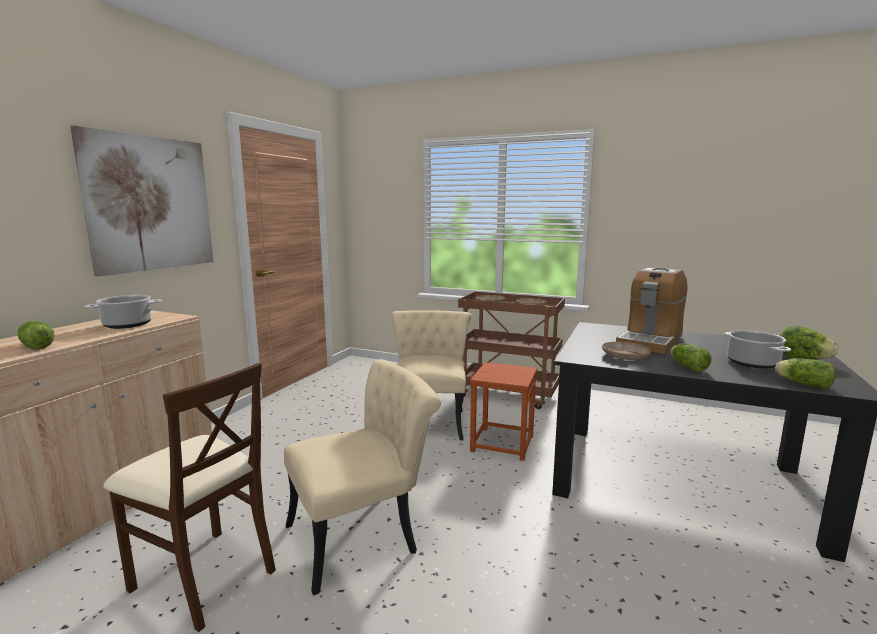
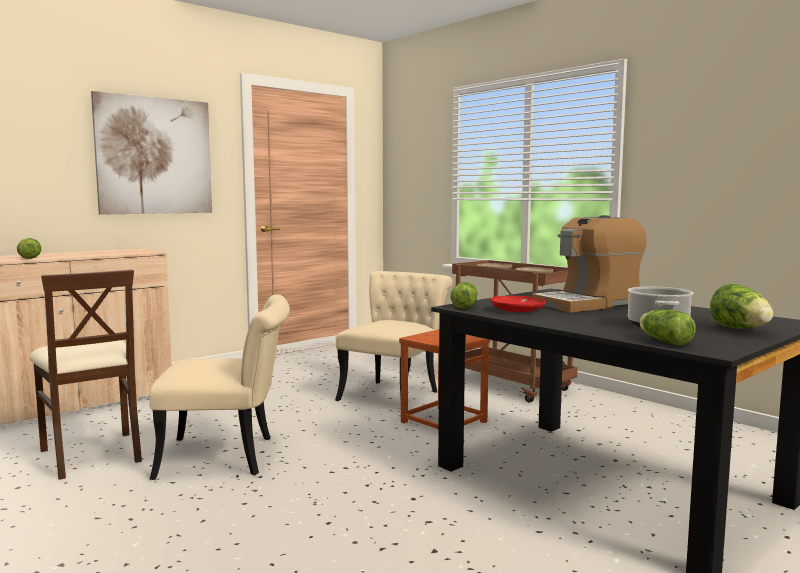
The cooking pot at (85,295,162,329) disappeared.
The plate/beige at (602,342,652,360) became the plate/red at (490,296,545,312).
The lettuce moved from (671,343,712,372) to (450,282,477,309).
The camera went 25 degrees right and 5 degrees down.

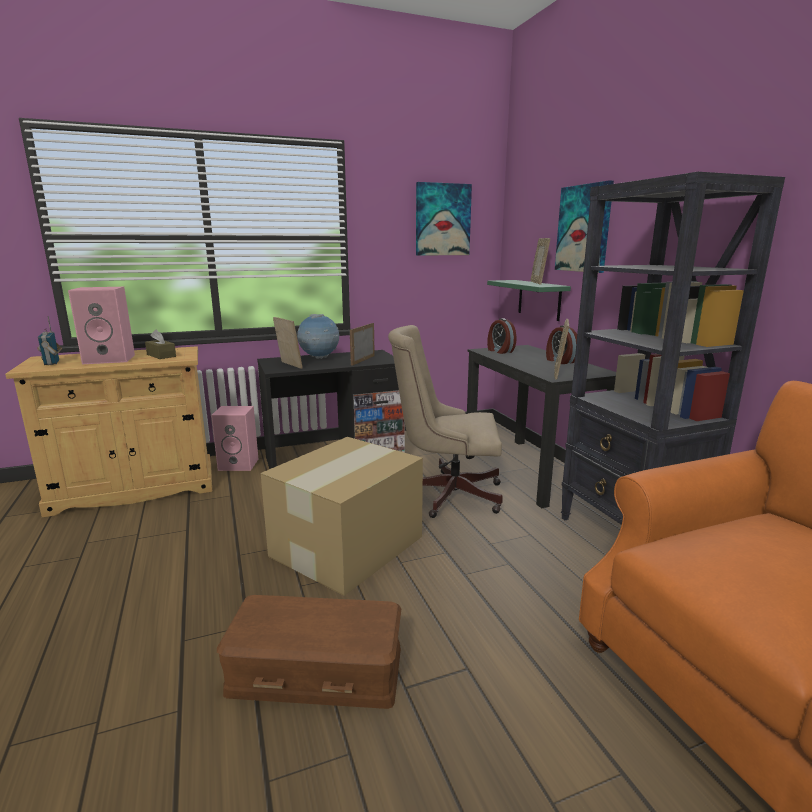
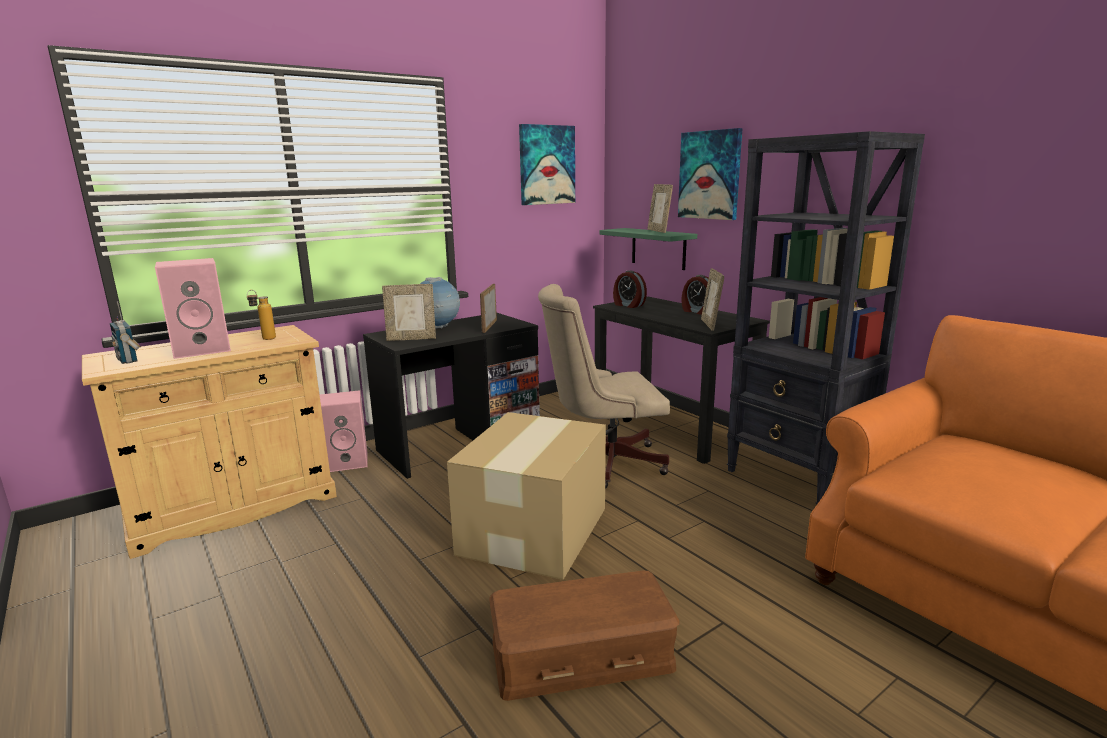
The tissue box/brown at (145,329,176,359) was replaced by the bottle at (247,290,276,340).
The picture frame at (273,317,302,369) turned 135 degrees clockwise.
The camera went 15 degrees left and 0 degrees up.

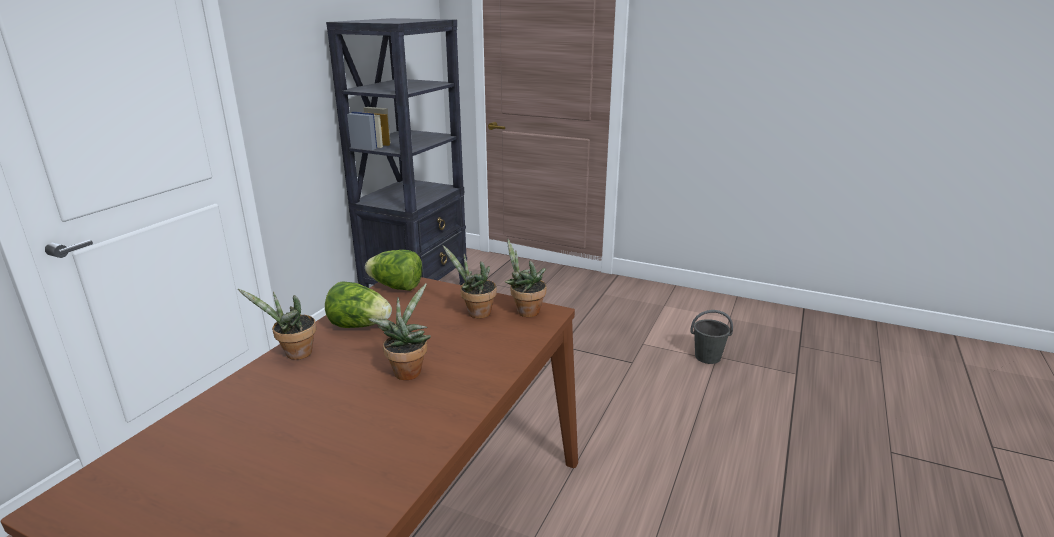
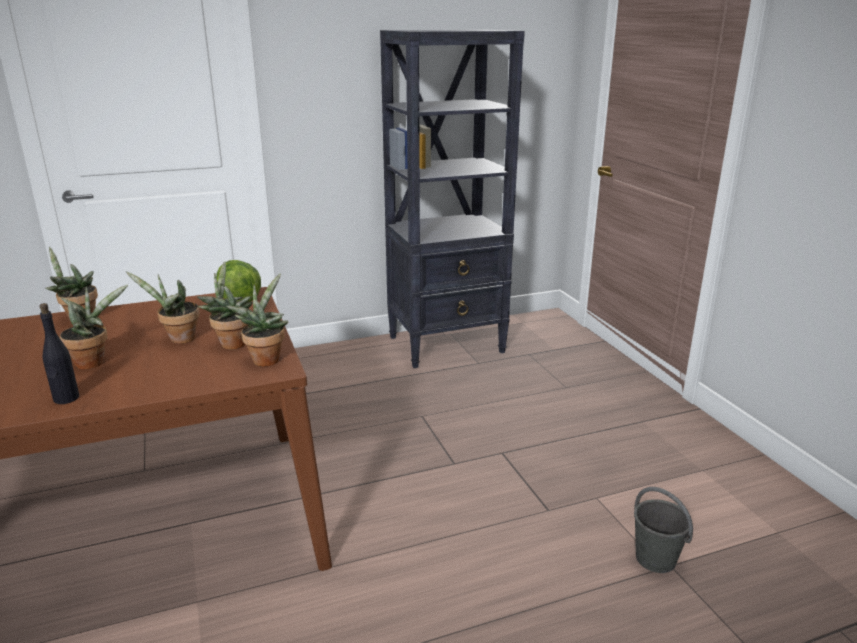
The lettuce at (325,281,392,328) disappeared.
The bottle/black at (39,303,79,404) appeared.
The potted plant at (126,271,200,344) appeared.
The camera went 45 degrees right and 0 degrees up.

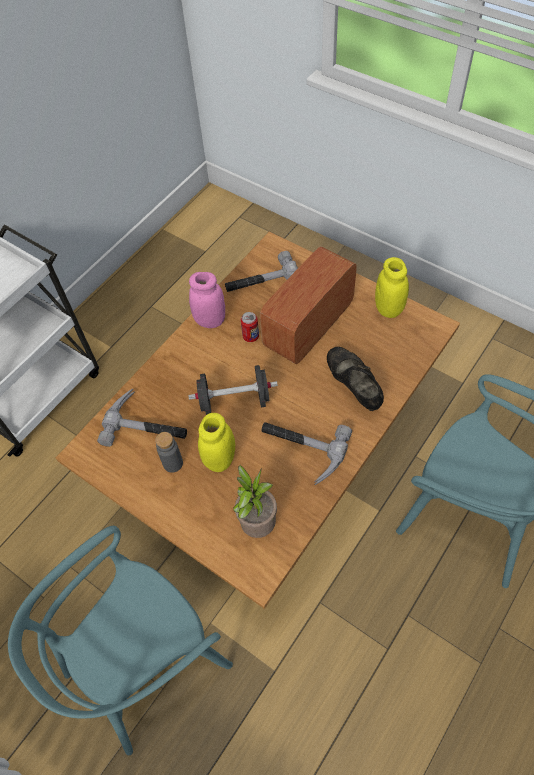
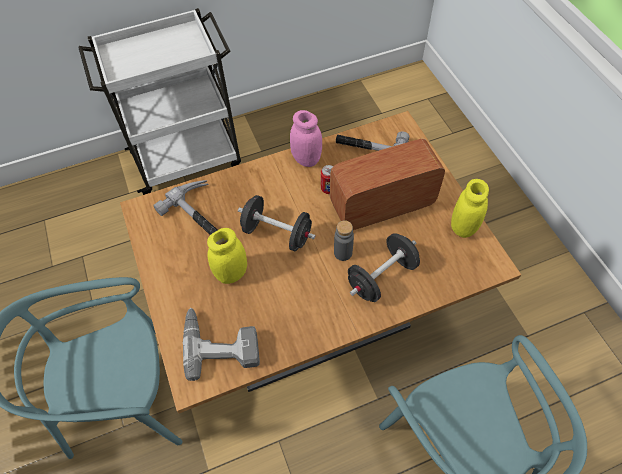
The bottle/grey moved from (155,432,183,473) to (334,220,354,261).
The potted plant at (233,465,277,538) was replaced by the power drill at (183,308,260,381).
The hammer at (261,422,352,485) disappeared.
The shoe/black at (327,347,384,411) was replaced by the dumbbell/black at (348,233,420,302).
The camera went 30 degrees right and 0 degrees up.

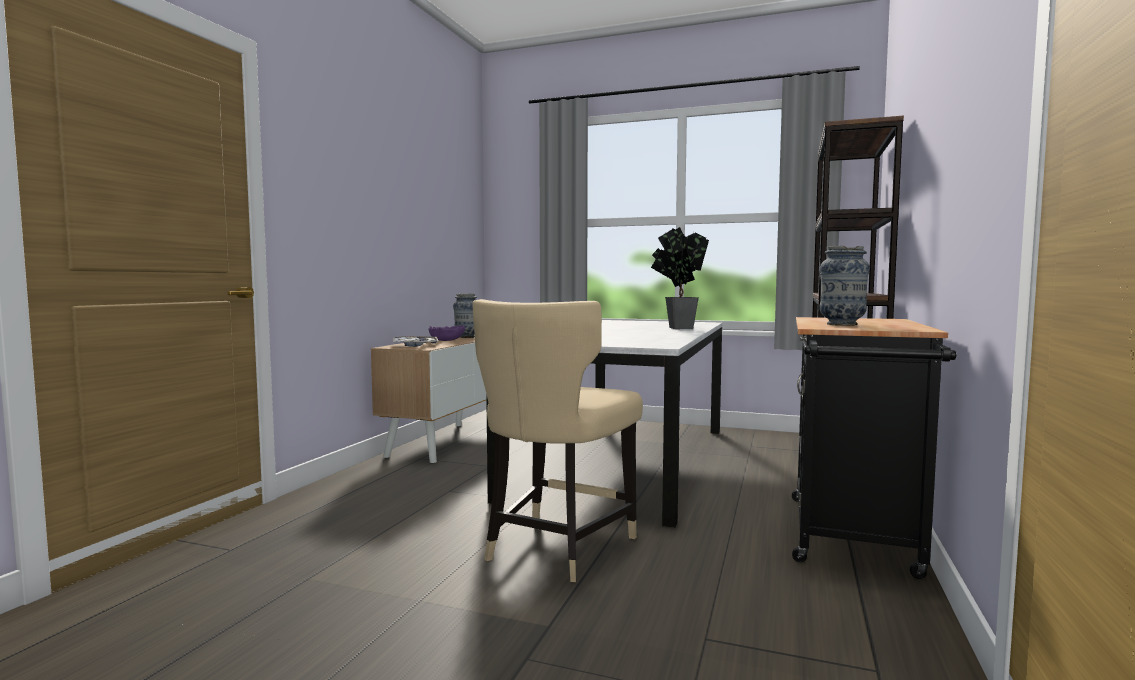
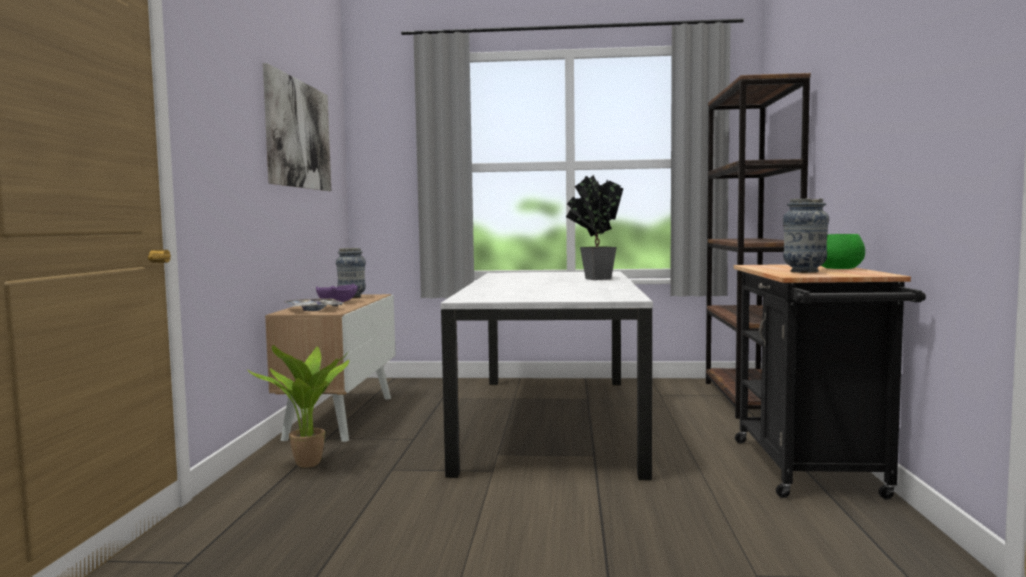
The chair/beige at (472,299,643,582) disappeared.
The potted plant at (247,345,349,468) appeared.
The picture at (263,63,331,191) appeared.
The bowl/green at (821,234,865,269) appeared.
The camera went 15 degrees left and 0 degrees up.

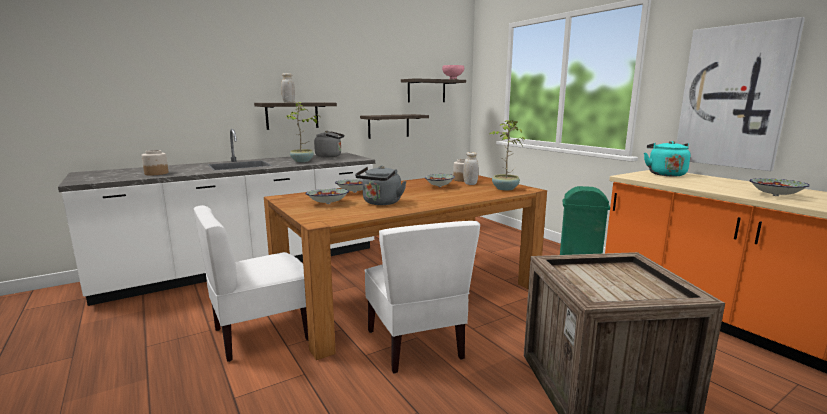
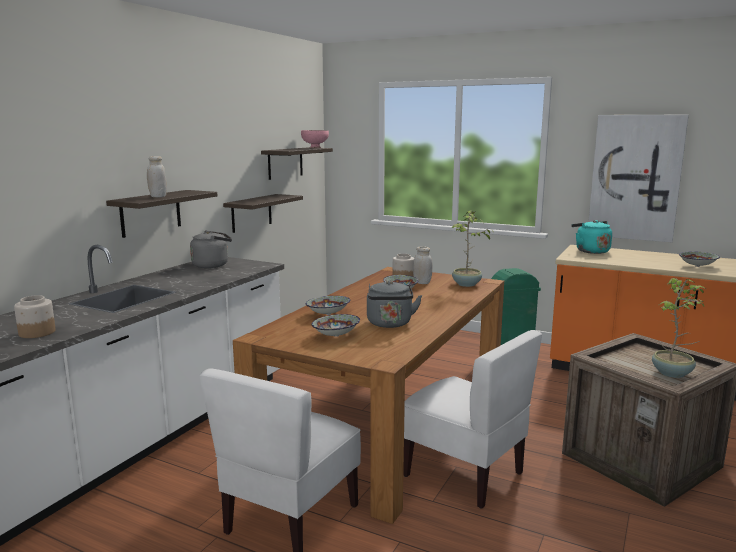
The potted plant moved from (287,102,319,162) to (652,278,707,378).
The camera went 30 degrees left and 0 degrees up.

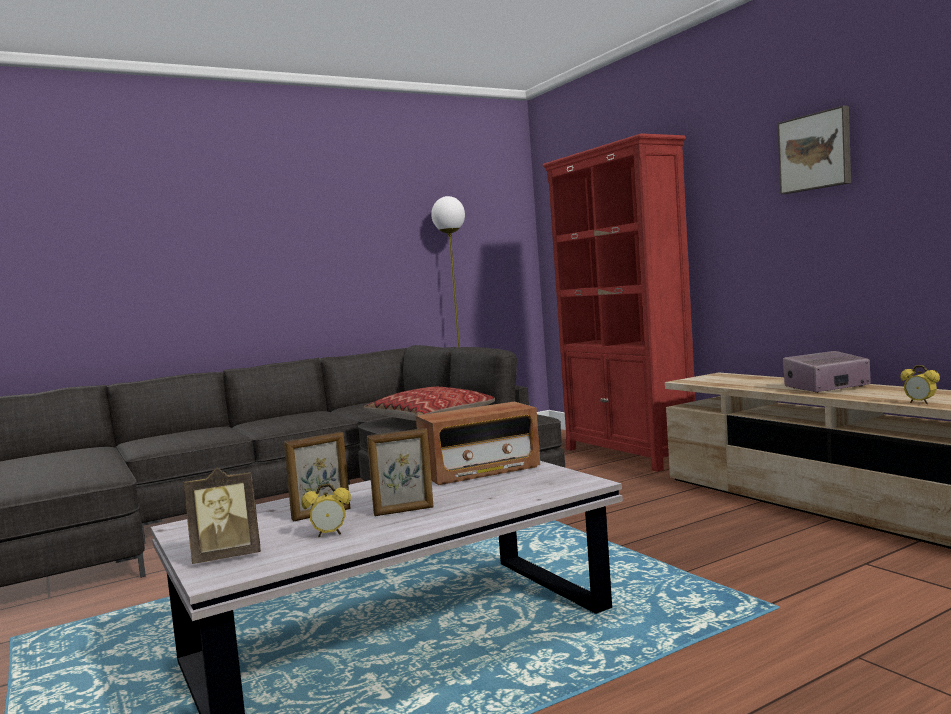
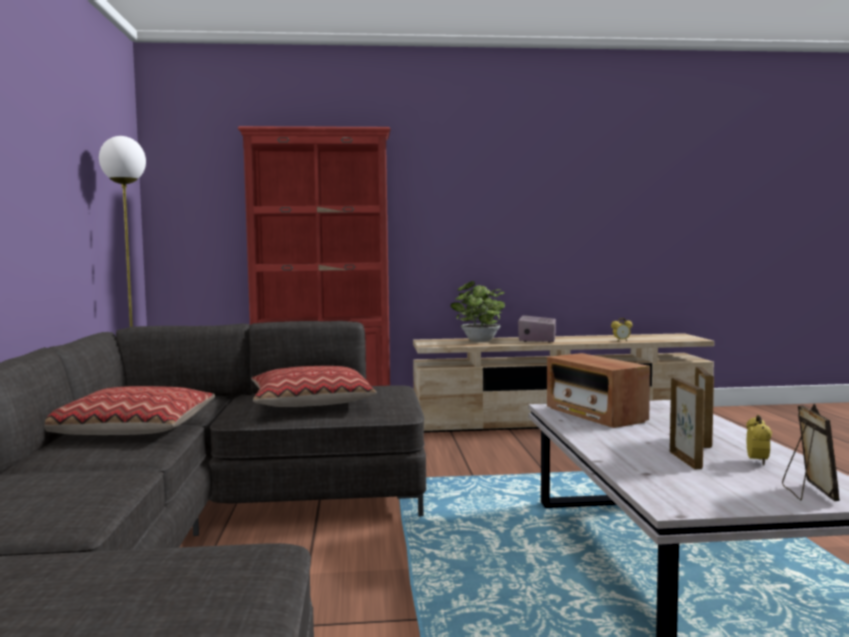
The radio at (416,402,540,485) turned 150 degrees clockwise.
The picture at (778,106,851,194) disappeared.
The pillow at (45,386,215,435) appeared.
The potted plant at (450,281,505,342) appeared.
The camera went 65 degrees left and 0 degrees up.

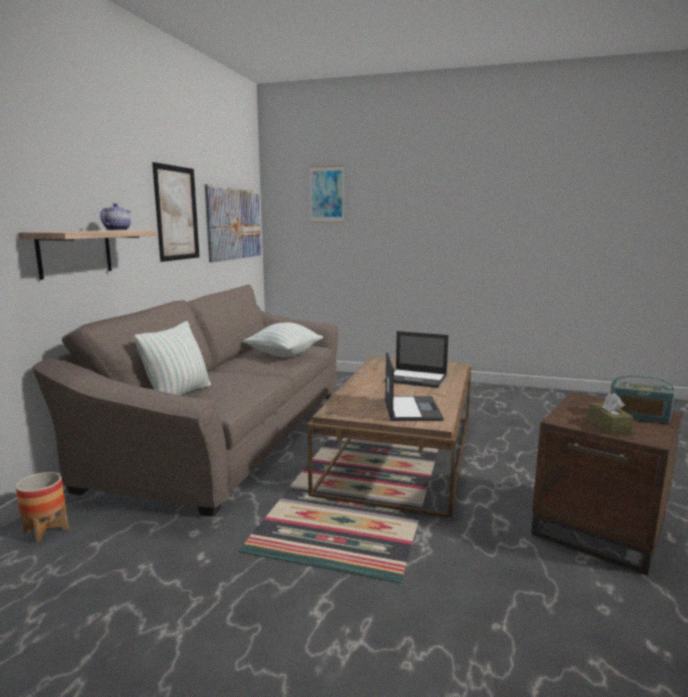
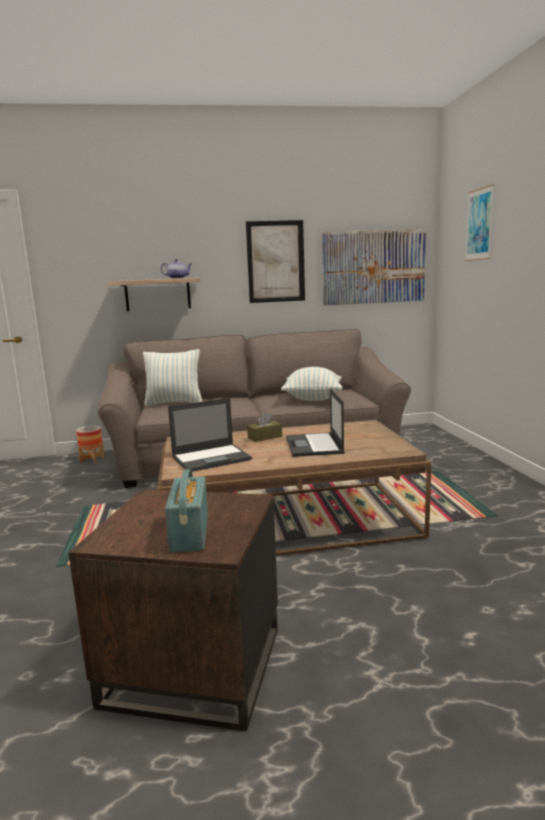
The tissue box/brown moved from (588,393,634,435) to (247,412,282,442).
The camera went 65 degrees right and 0 degrees up.

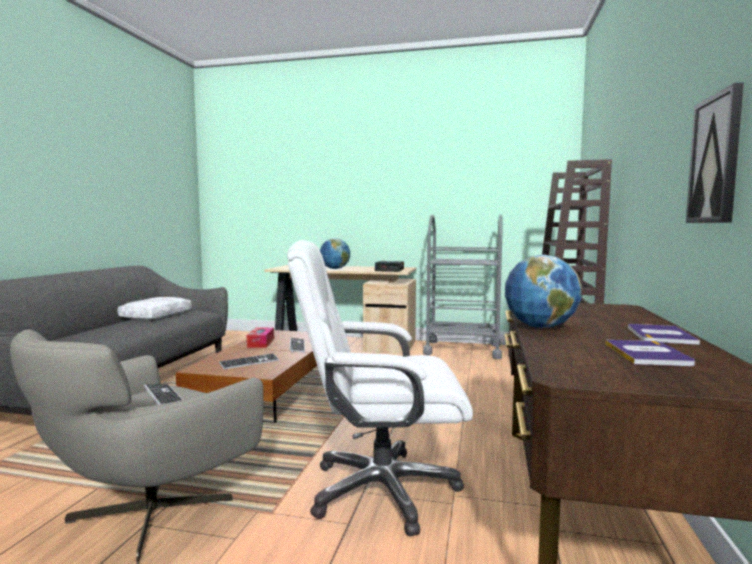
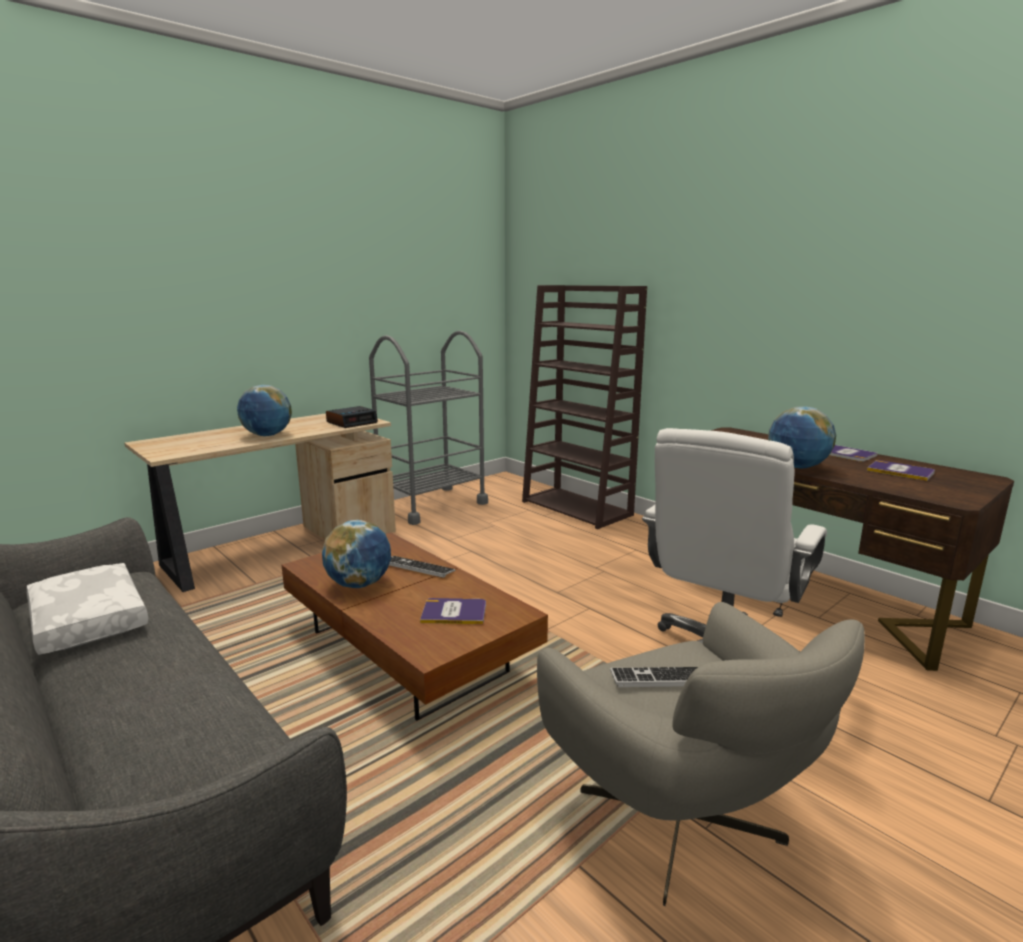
The keyboard at (219,353,280,369) was replaced by the book at (420,598,486,624).
The tissue box at (247,327,274,348) was replaced by the globe at (322,520,391,588).
The picture at (686,82,744,223) disappeared.
The camera went 55 degrees left and 10 degrees up.

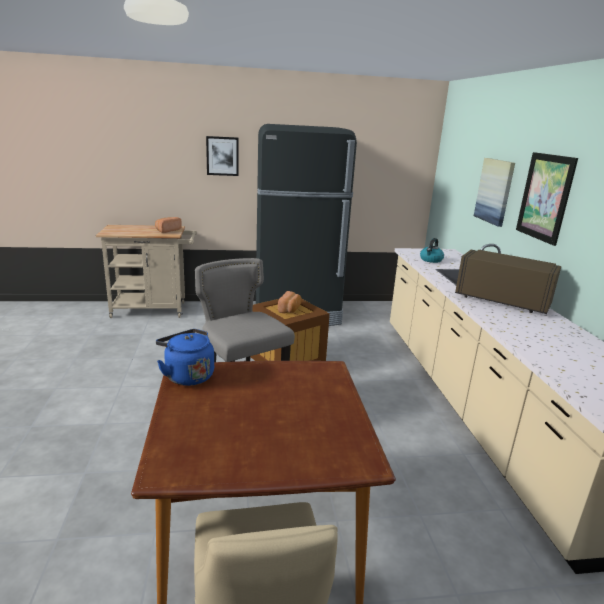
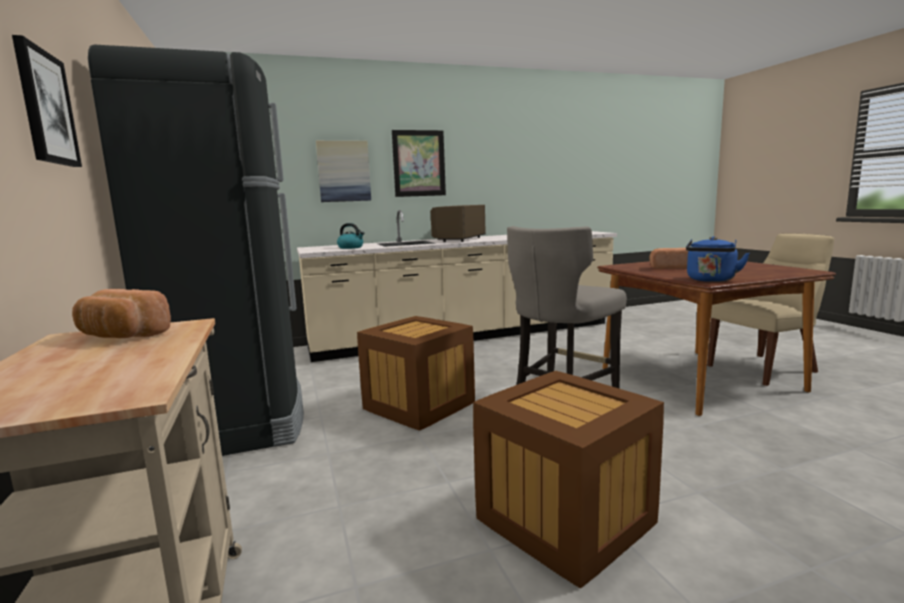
The bread moved from (278,291,302,313) to (649,248,688,269).
The crate at (473,371,664,589) appeared.
The camera went 100 degrees left and 10 degrees down.

